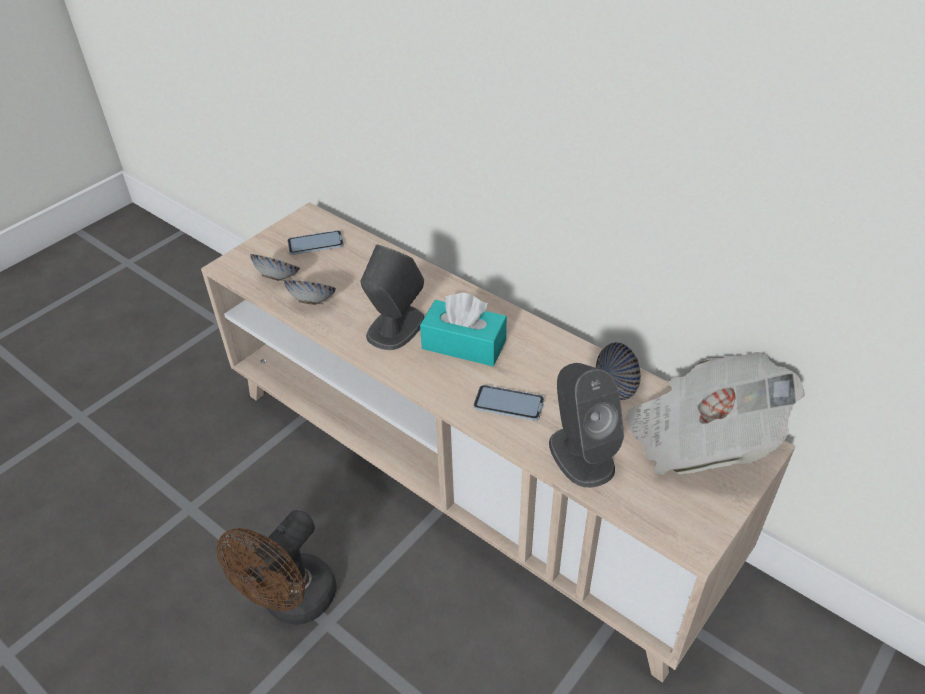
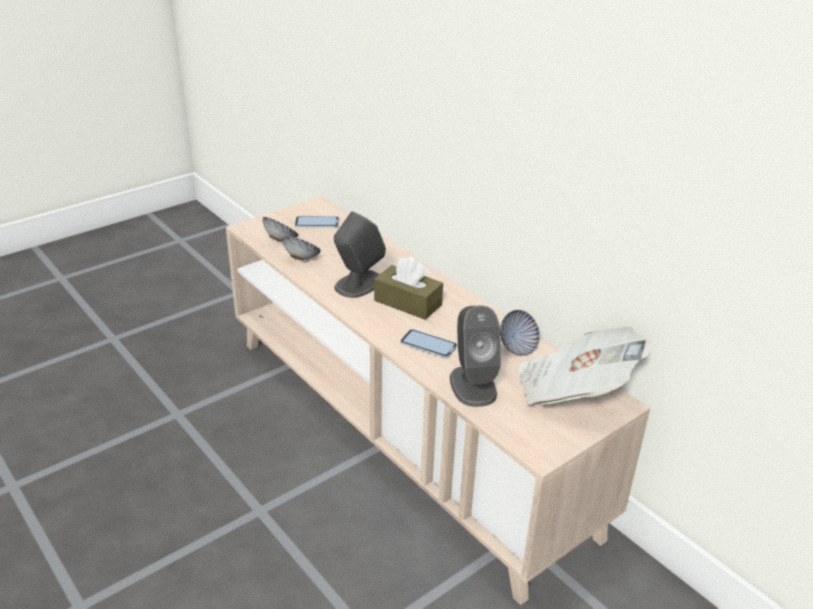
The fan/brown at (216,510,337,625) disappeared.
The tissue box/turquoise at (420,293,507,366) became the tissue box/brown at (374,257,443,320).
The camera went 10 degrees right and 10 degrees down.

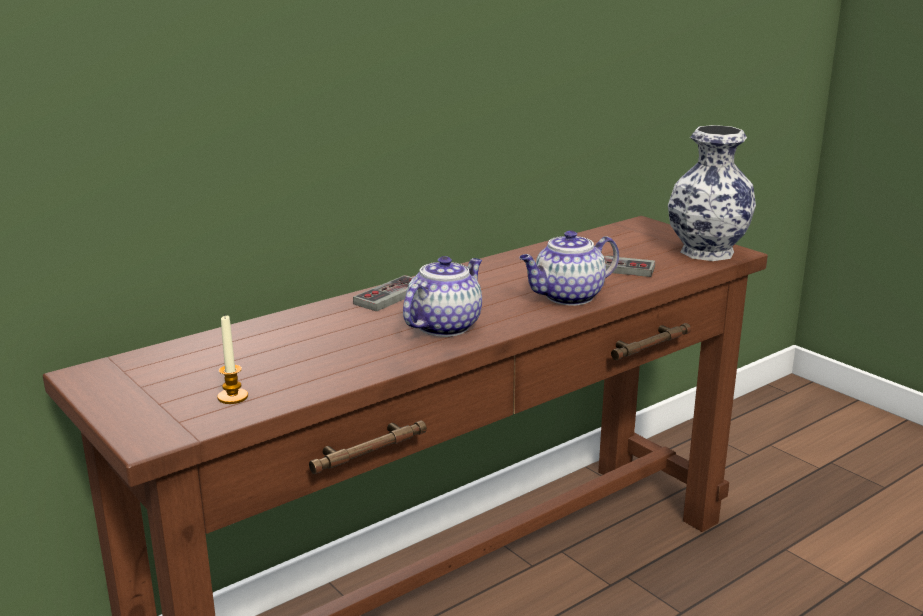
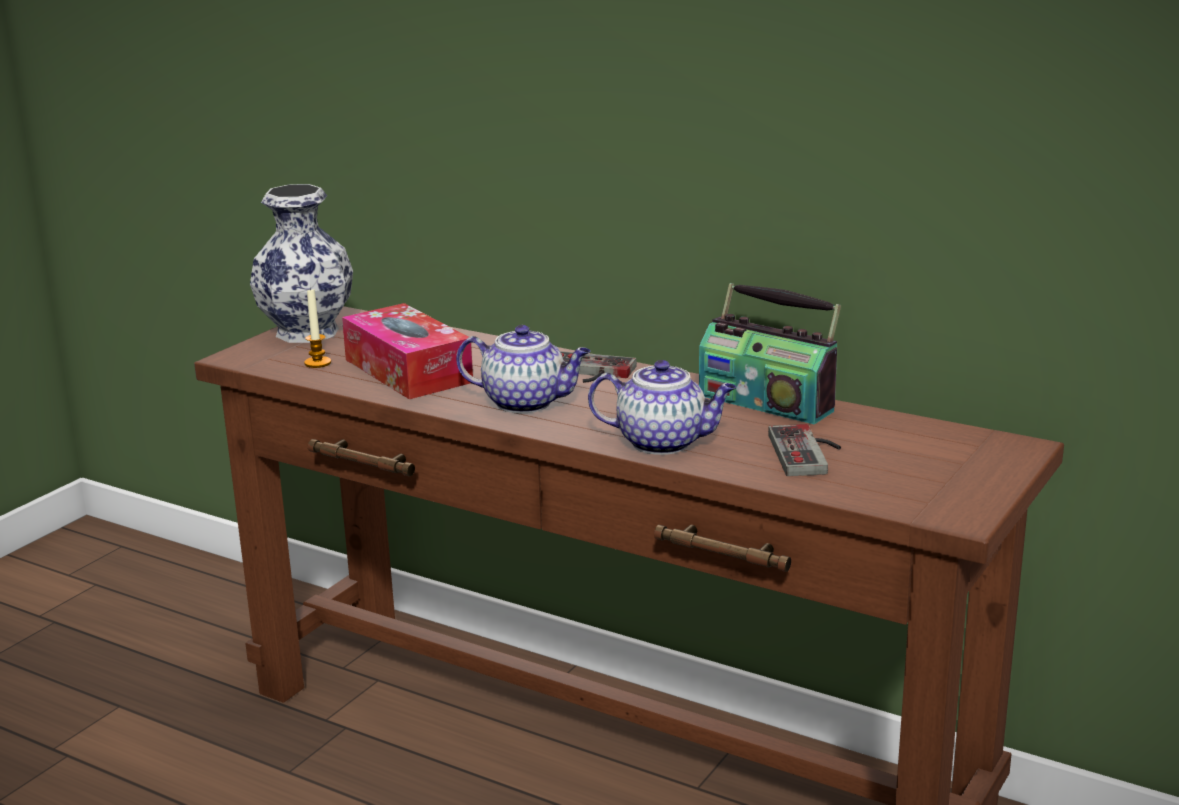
The teapot at (519,230,619,306) turned 150 degrees clockwise.
The vase moved from (668,125,756,261) to (250,184,353,343).
The tissue box at (342,303,473,399) appeared.
The radio at (699,283,841,424) appeared.
The camera went 70 degrees right and 0 degrees up.

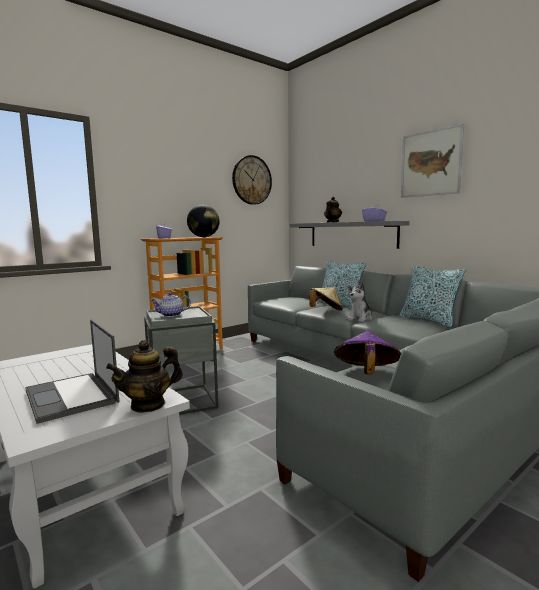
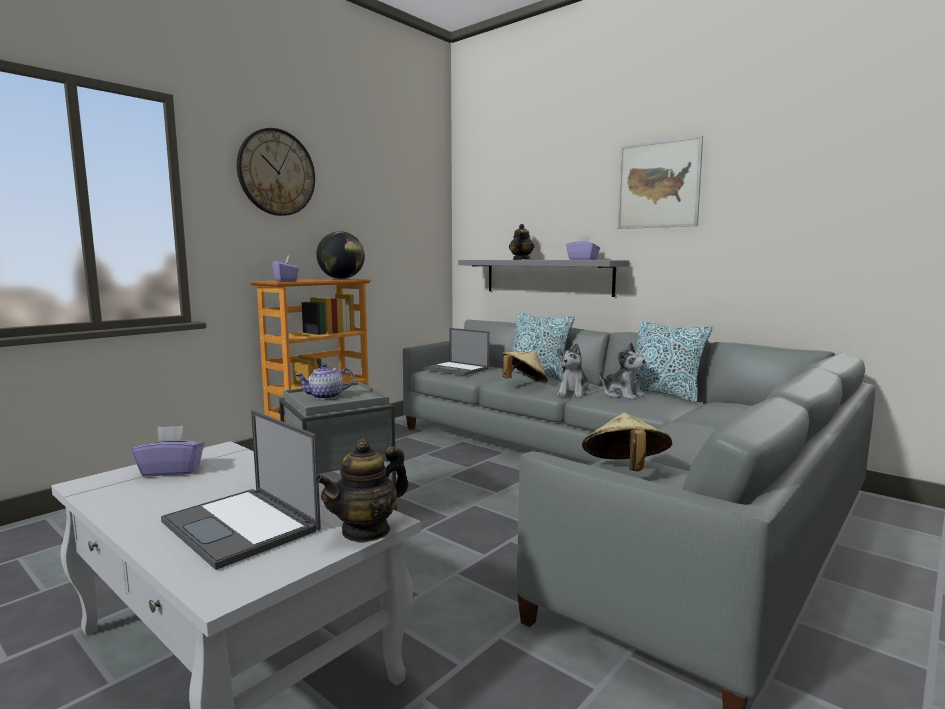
The wall clock moved from (232,155,272,205) to (237,128,315,216).
The hat/purple at (334,331,401,375) became the hat/beige at (582,413,672,472).
The tissue box/purple at (132,426,204,477) appeared.
The laptop at (425,328,489,376) appeared.
The plush toy at (599,343,645,400) appeared.
The camera went 10 degrees left and 0 degrees up.

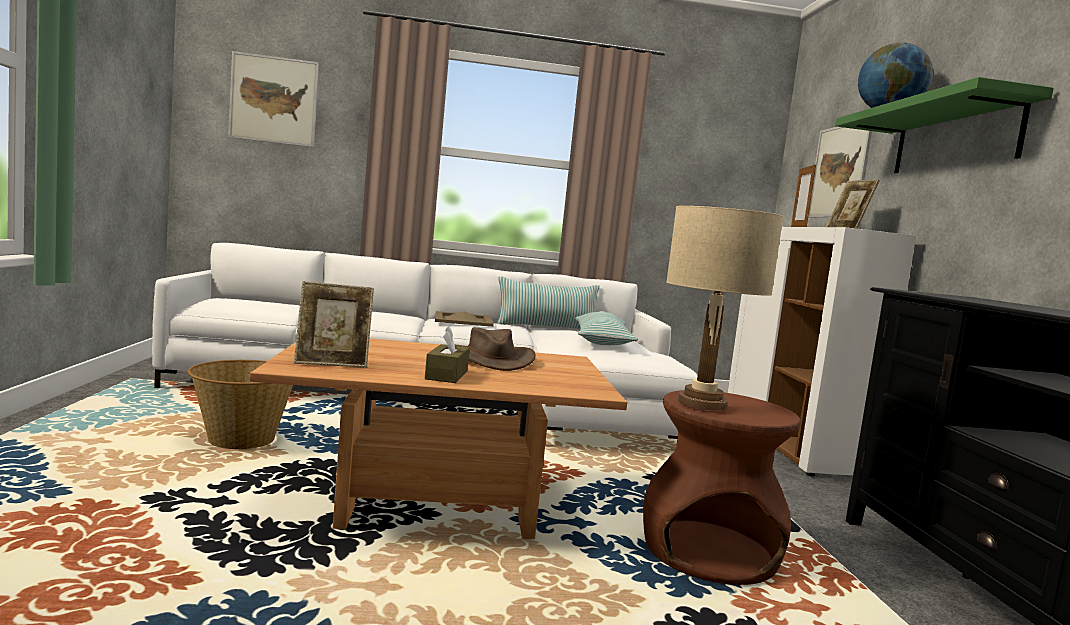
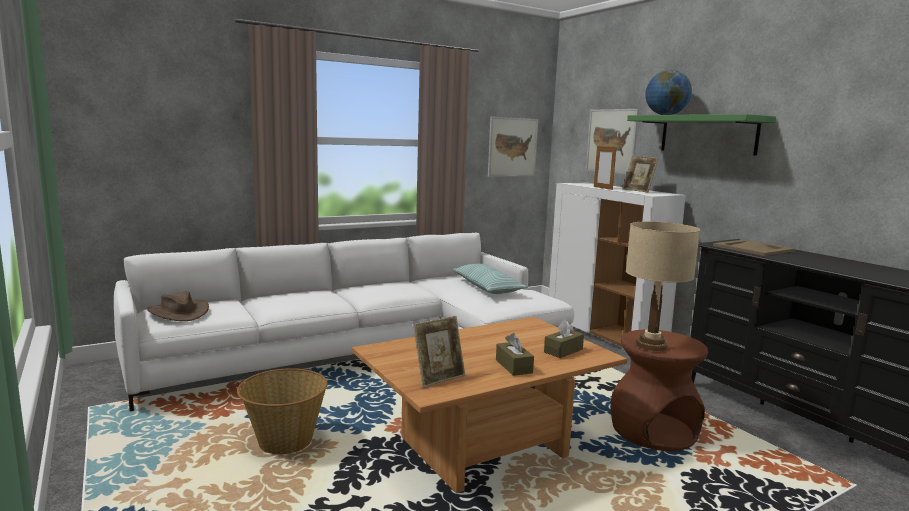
The picture moved from (228,51,319,147) to (488,116,538,177).
The tray/beige moved from (435,311,494,327) to (713,240,795,256).
The hat/brown moved from (454,327,536,371) to (147,291,209,321).
The pillow at (497,276,600,329) disappeared.
The tissue box/brown at (544,319,584,358) appeared.
The camera went 25 degrees left and 5 degrees up.

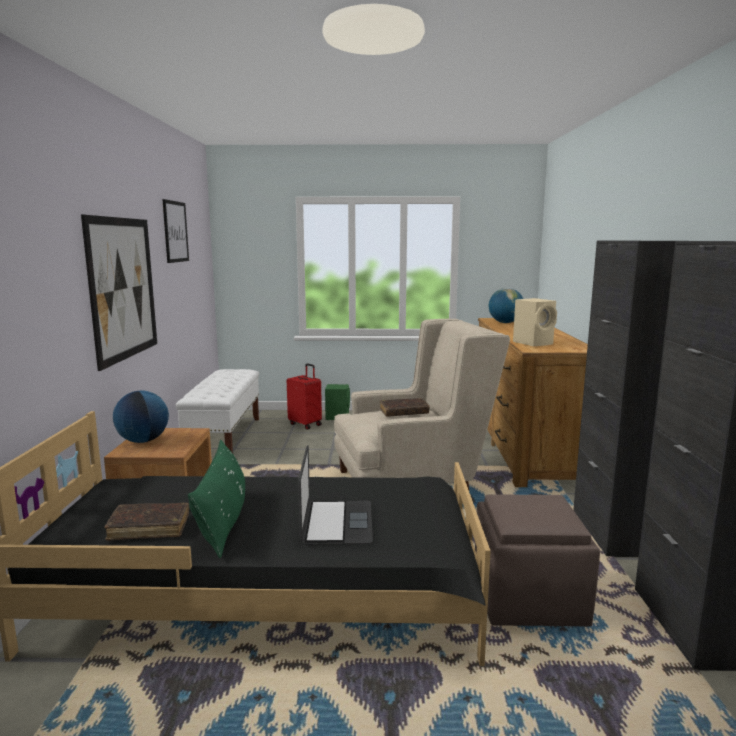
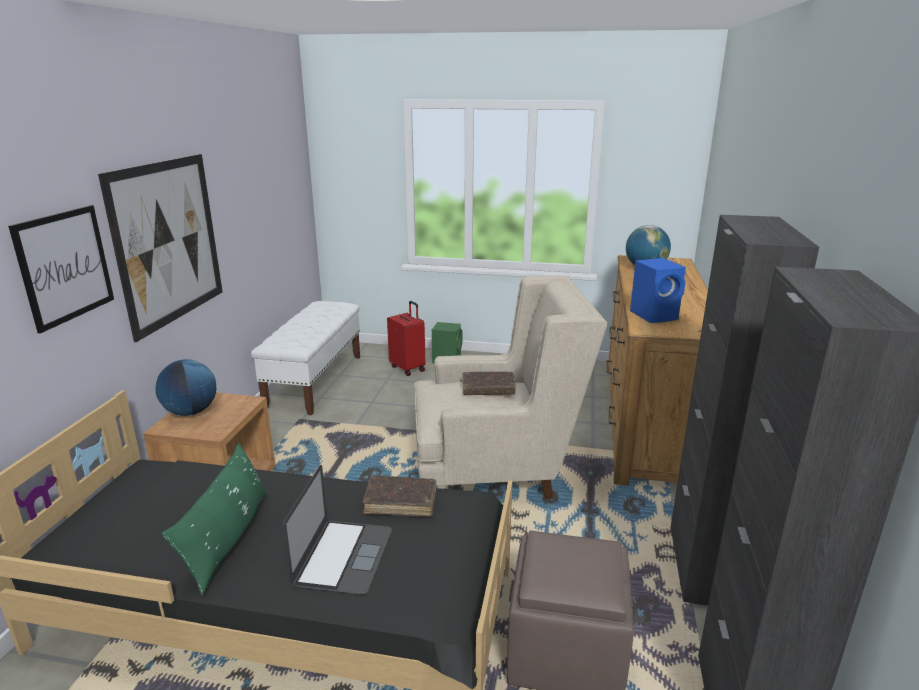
The book/brown moved from (104,503,189,541) to (363,475,436,517).
The picture moved from (162,199,189,263) to (8,205,114,334).
The speaker/beige at (513,298,557,346) became the speaker/blue at (630,258,686,323).
The camera went 10 degrees right and 10 degrees up.

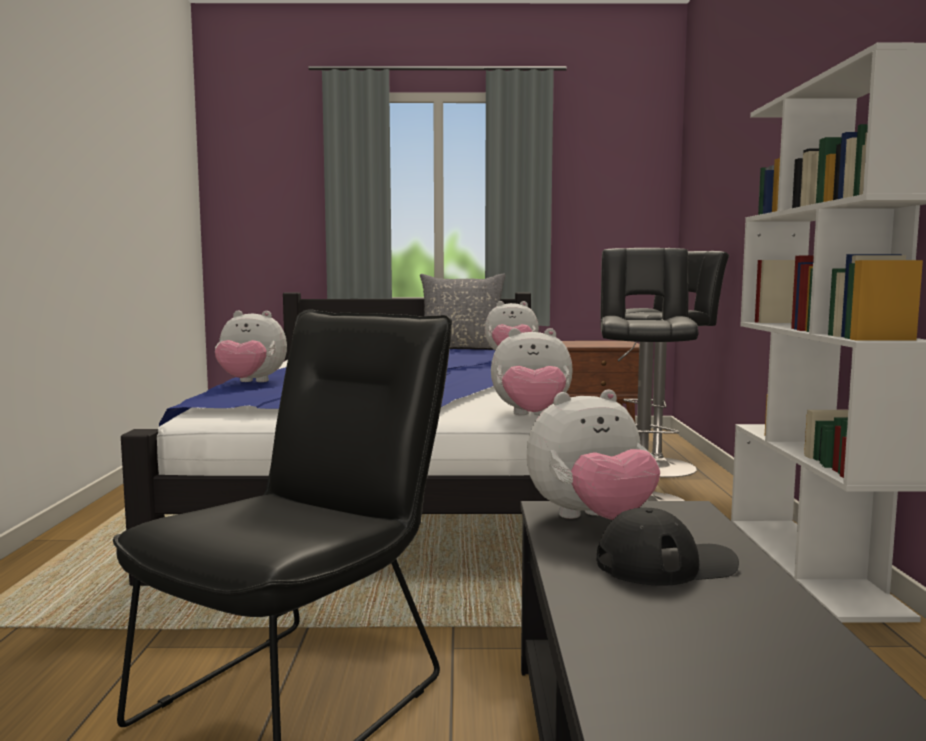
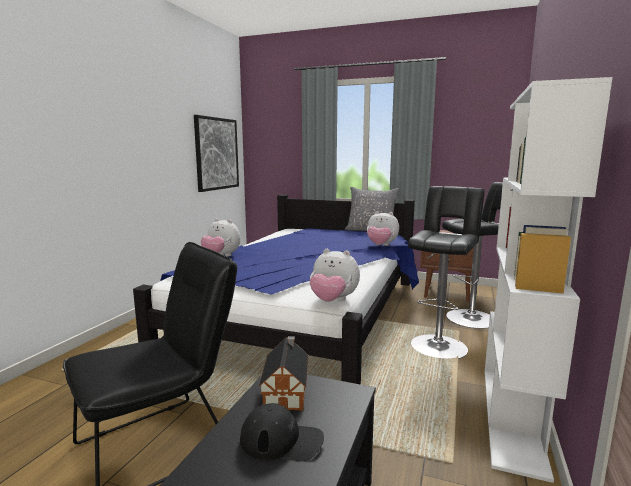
The plush toy at (527,389,660,520) was replaced by the toy house at (259,336,308,411).
The picture at (194,115,239,192) appeared.
The camera went 20 degrees right and 5 degrees up.

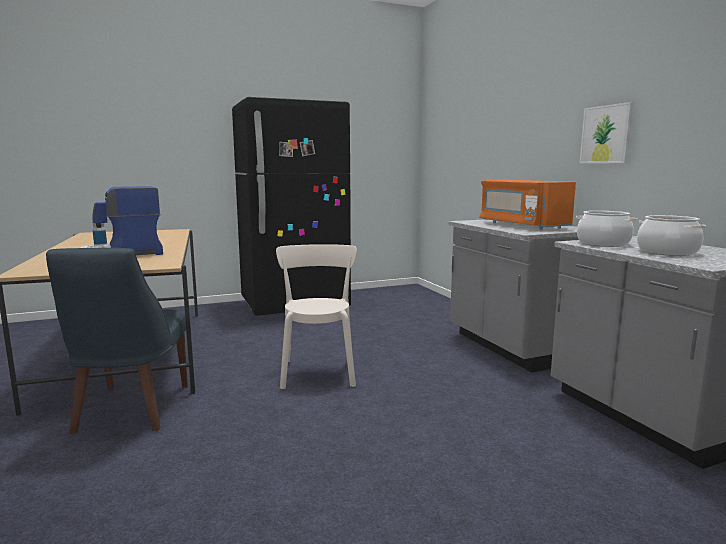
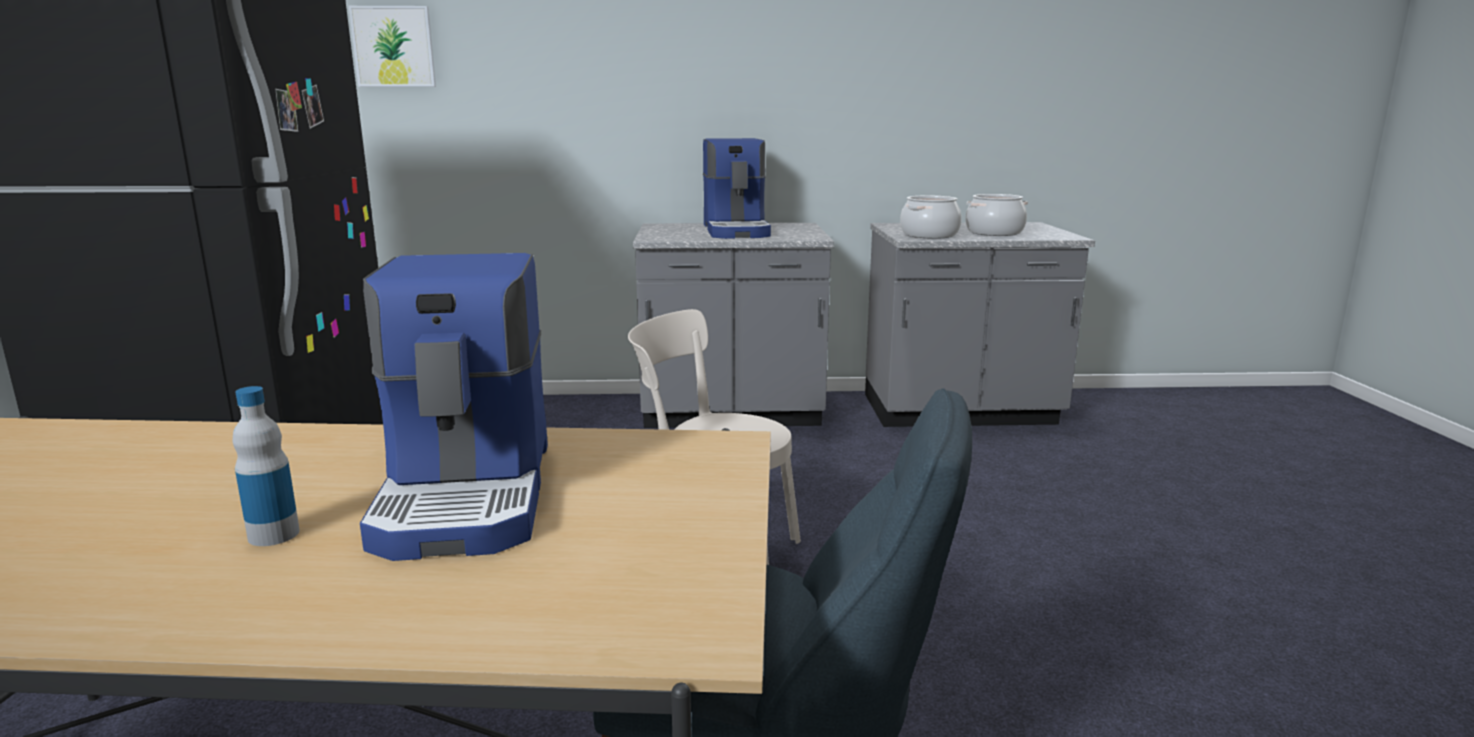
The microwave/orange at (479,180,576,230) was replaced by the coffee machine at (703,138,771,239).
The picture moved from (580,102,633,163) to (349,6,436,87).
The camera went 70 degrees left and 5 degrees up.

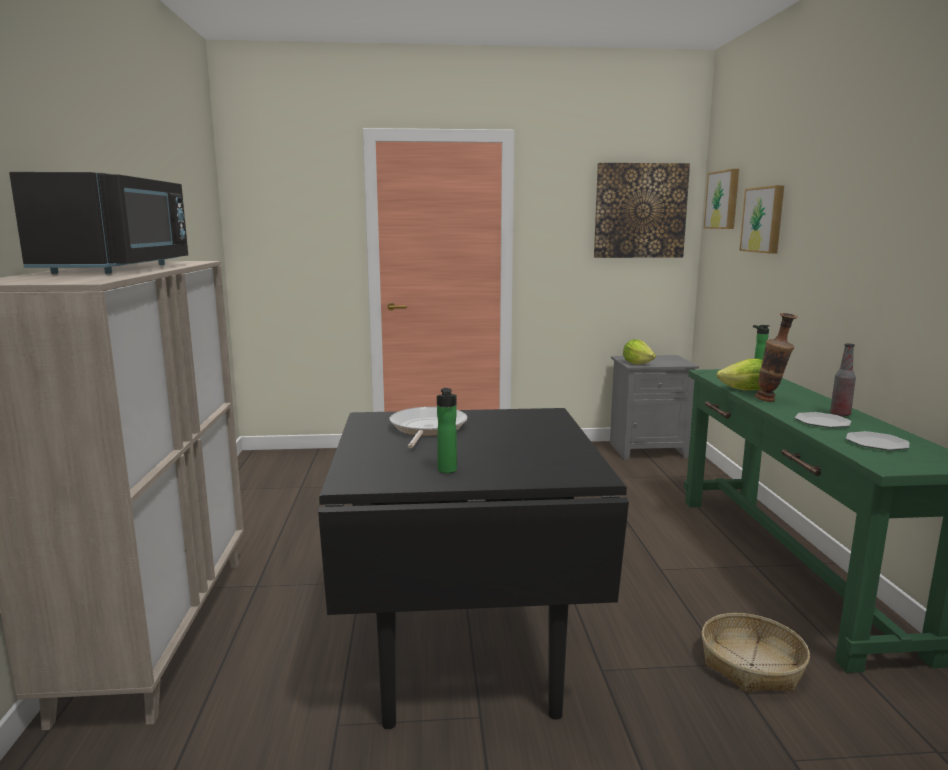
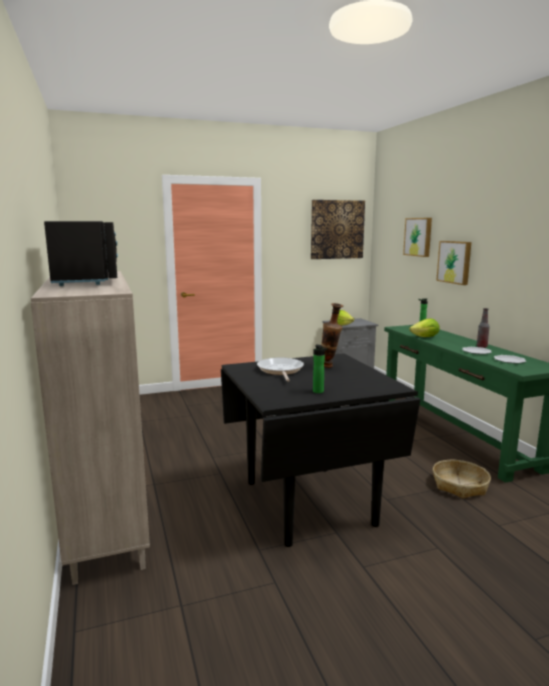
The picture moved from (704,169,739,229) to (436,241,471,285).
The vase moved from (755,313,798,402) to (321,303,343,368).
The camera went 15 degrees left and 0 degrees up.

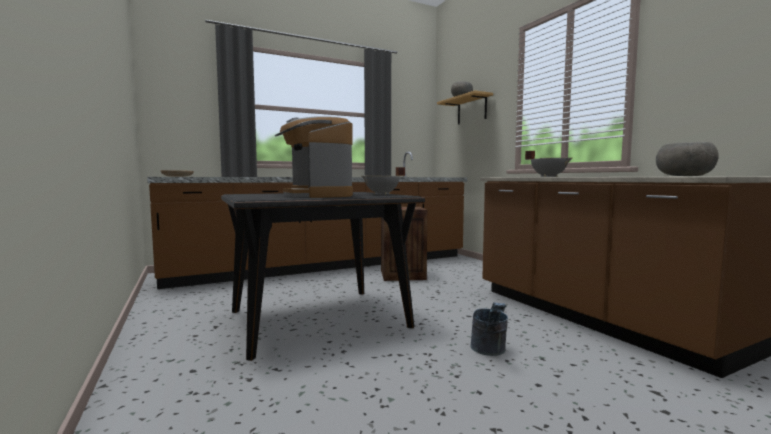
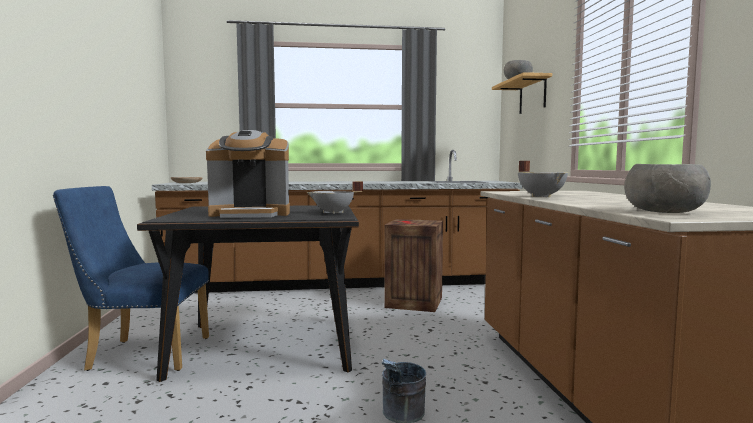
The coffee machine at (275,116,353,198) turned 90 degrees counterclockwise.
The chair/blue at (53,186,209,371) appeared.
The camera went 20 degrees right and 0 degrees up.

